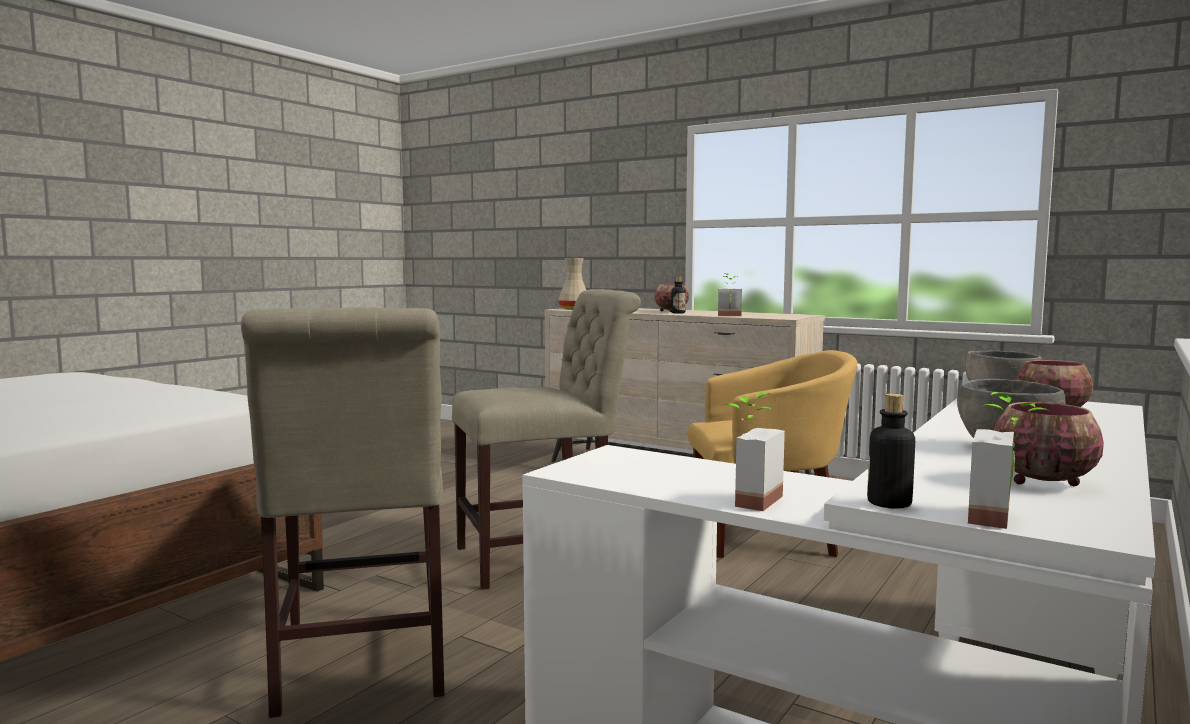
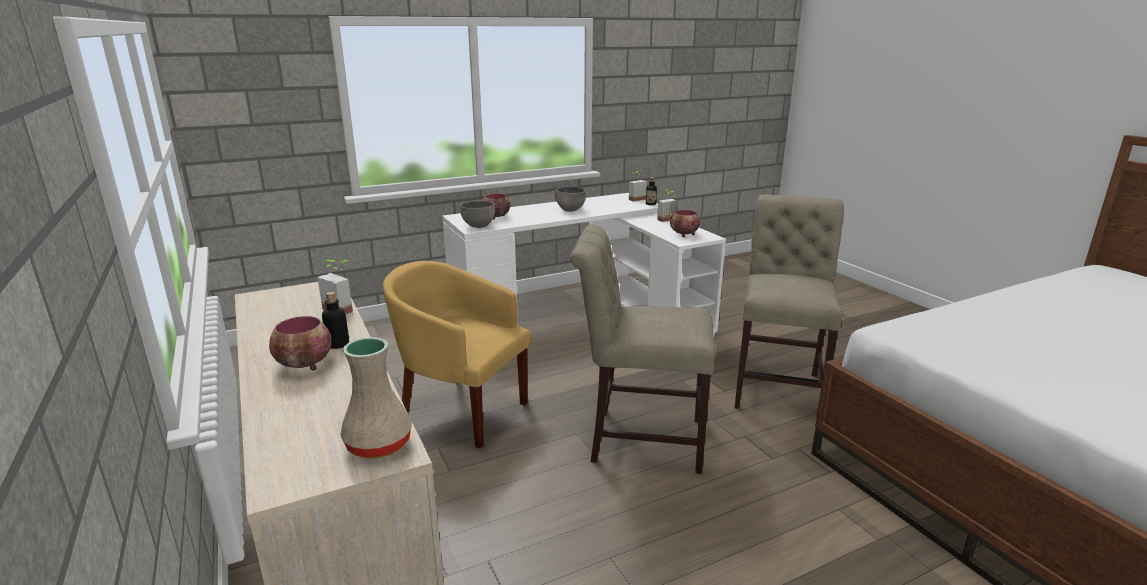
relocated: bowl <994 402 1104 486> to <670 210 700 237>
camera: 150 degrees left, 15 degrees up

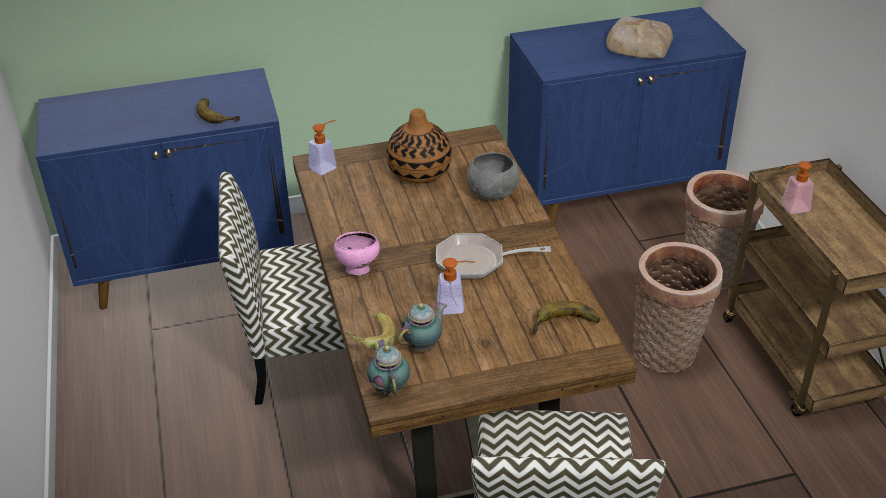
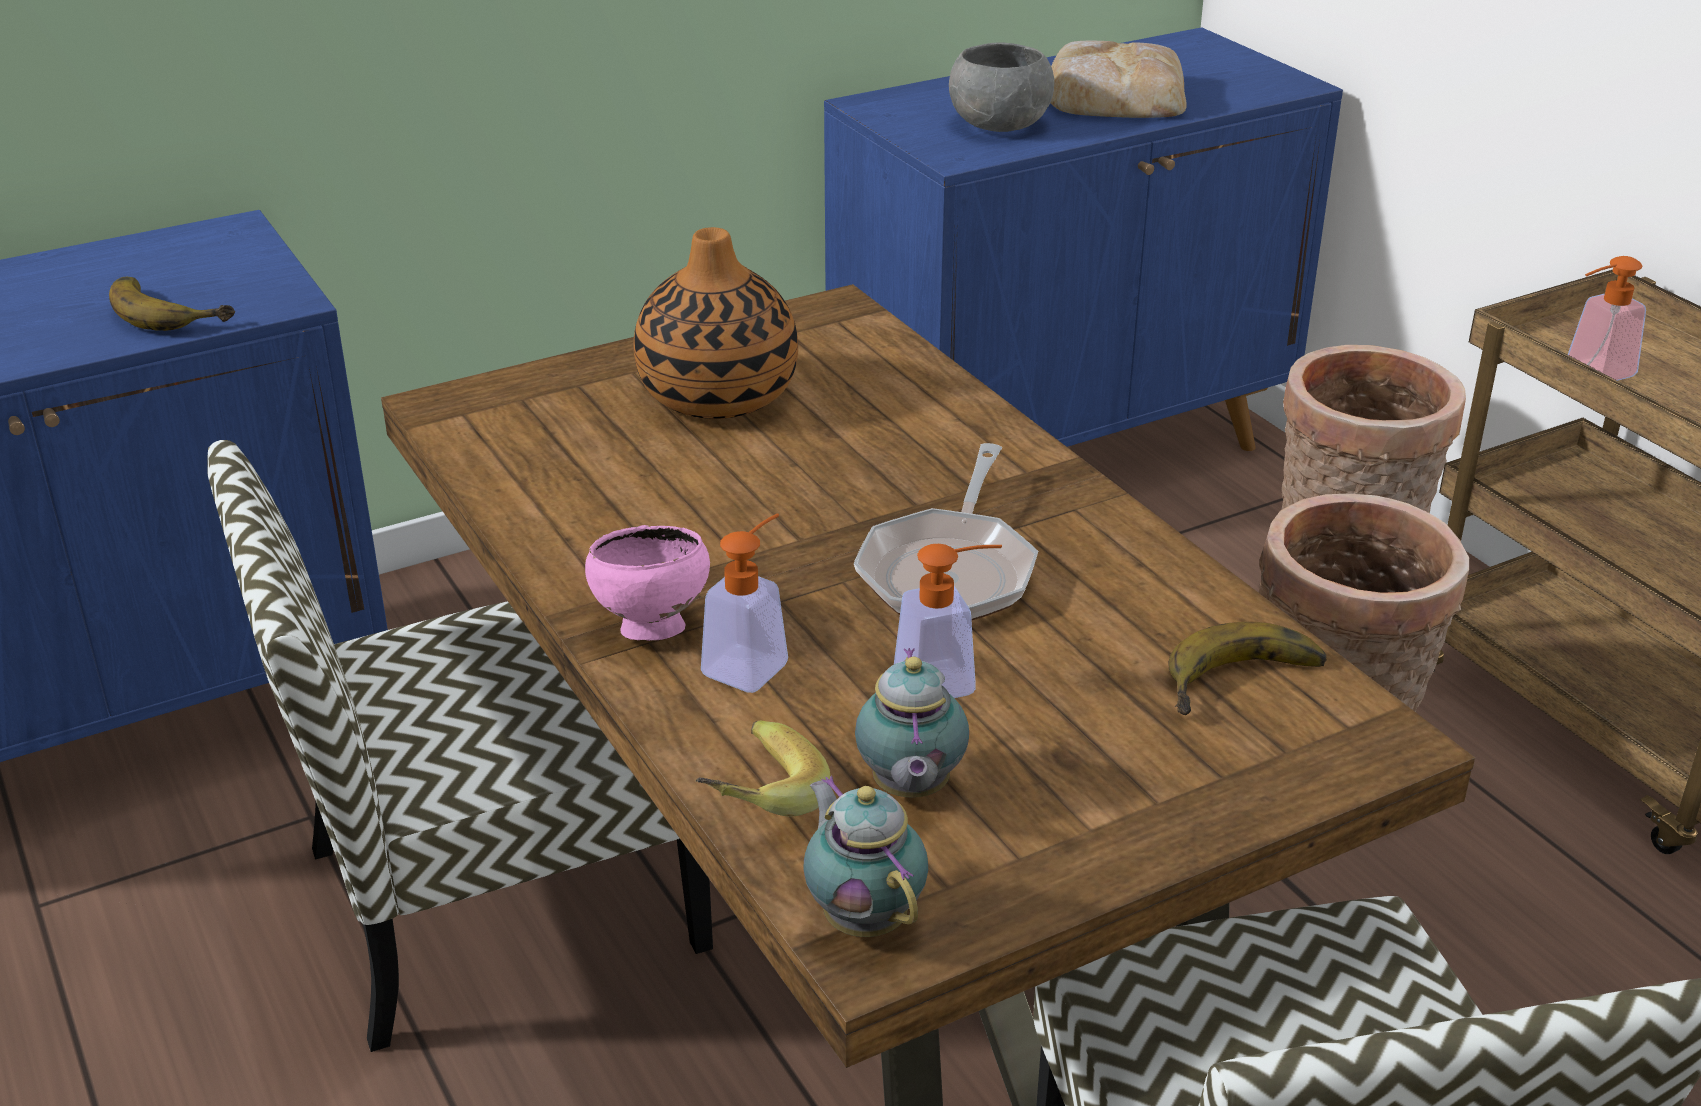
relocated: soap_dispenser <309 120 337 175> to <701 514 788 693>; greyish_bowl <467 152 520 200> to <949 42 1054 132>
spun: frying_pan <436 233 551 279> = <854 443 1038 621> 60 degrees counterclockwise; teapot <398 302 447 352> = <855 648 969 798> 150 degrees clockwise
camera: 15 degrees left, 5 degrees down

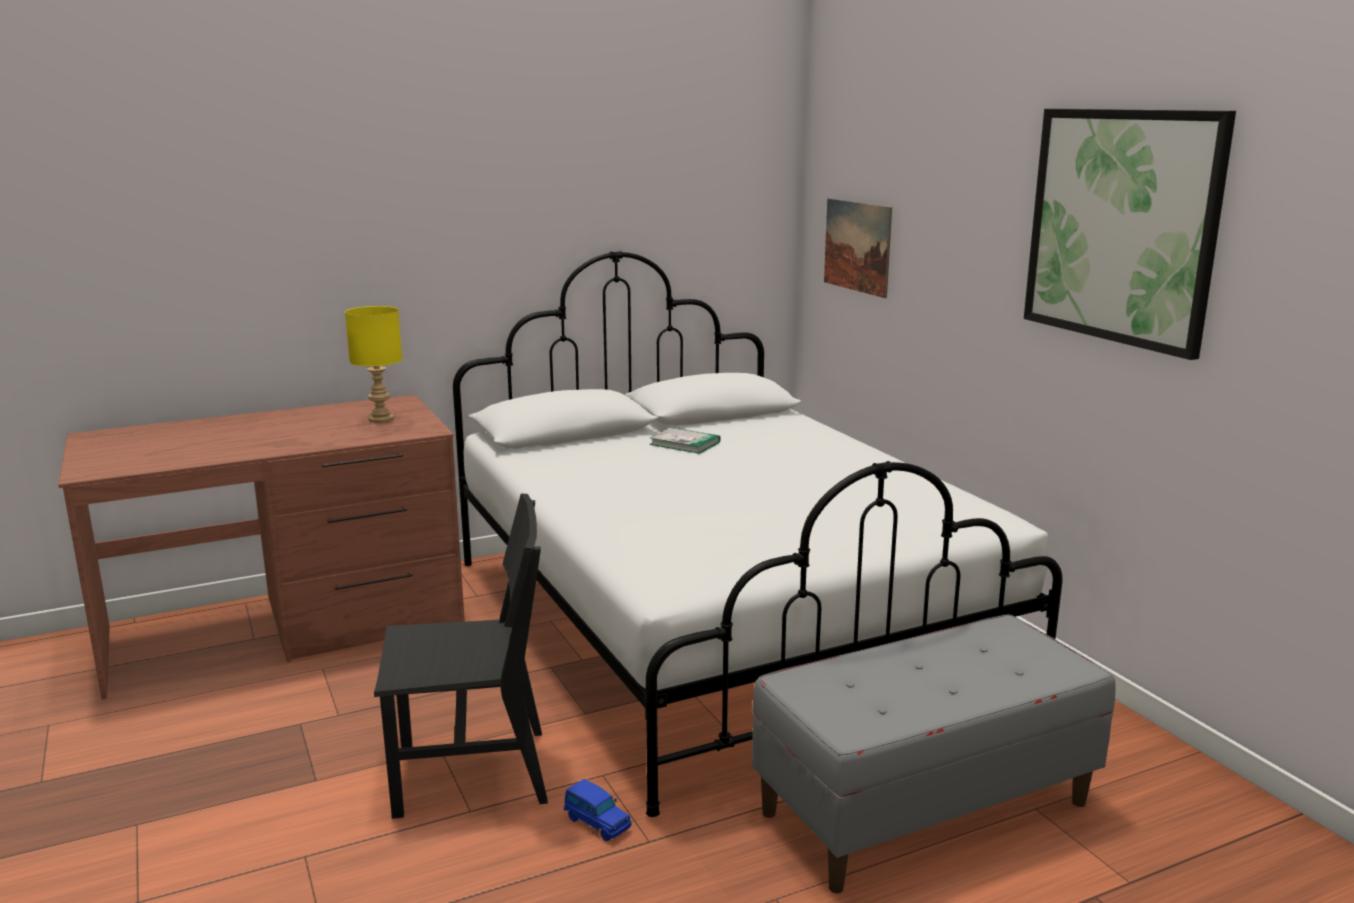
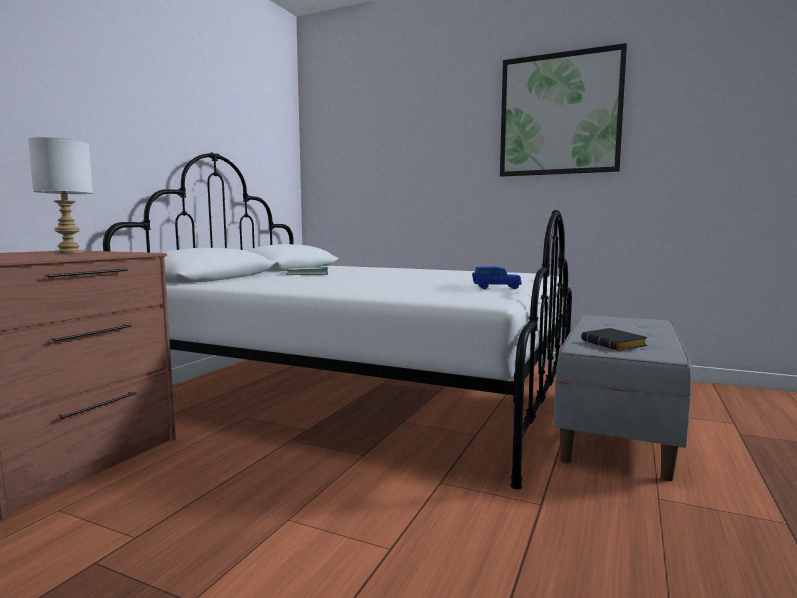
missing: wall_picture <824 198 892 298>; black-coloured_plain_chair <374 493 548 819>
appeared: black-coloured_volume <581 328 647 351>
relocated: bluish_miniature_car <564 779 632 841> to <472 266 522 289>
colour: yellowish_tabletop_lamp <345 306 402 423> to white-coloured_tabletop_lamp <28 137 93 254>
camera: 40 degrees left, 10 degrees down

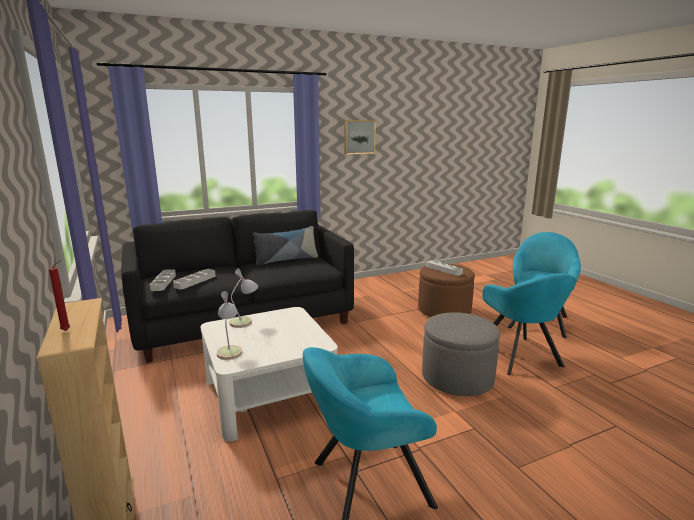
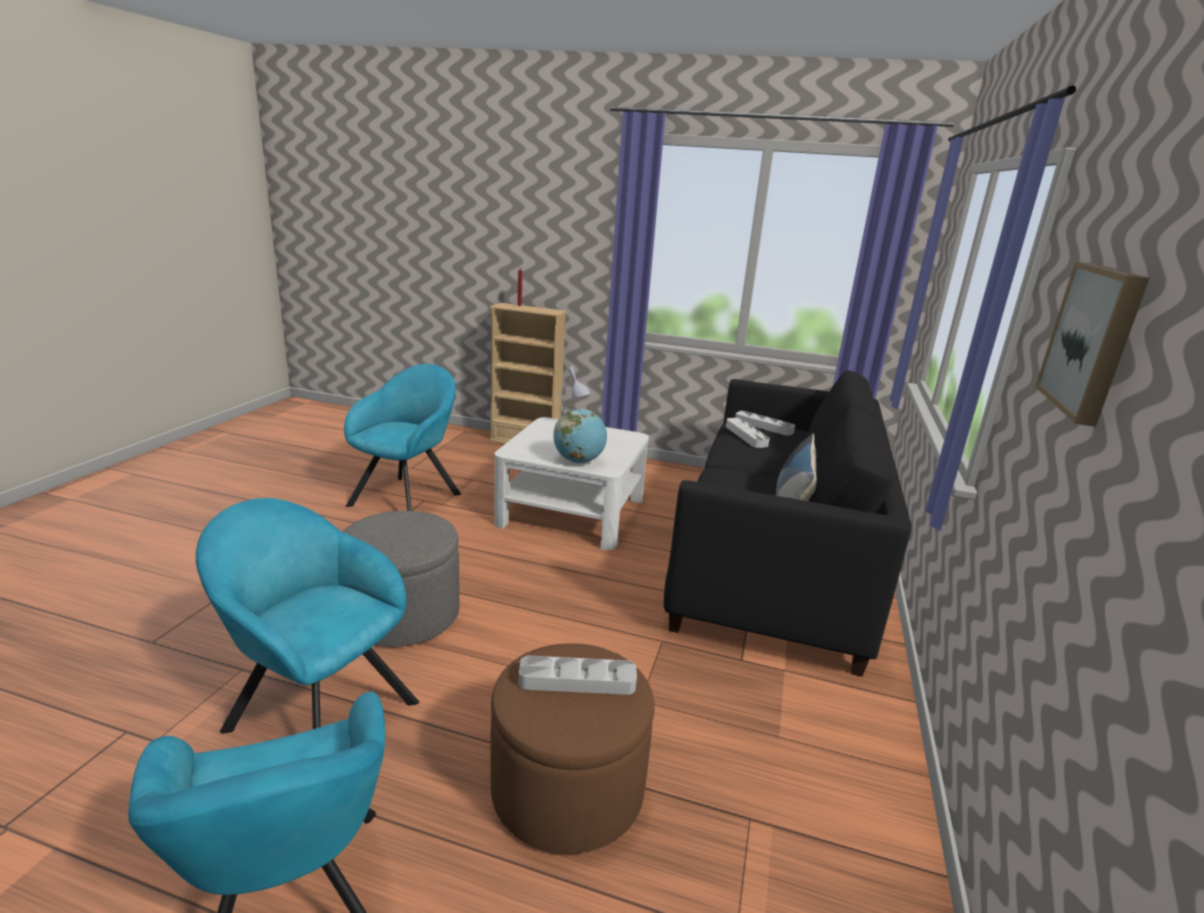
missing: tabletop_lamp <230 268 258 328>
appeared: globe <553 409 607 463>
camera: 130 degrees right, 5 degrees up

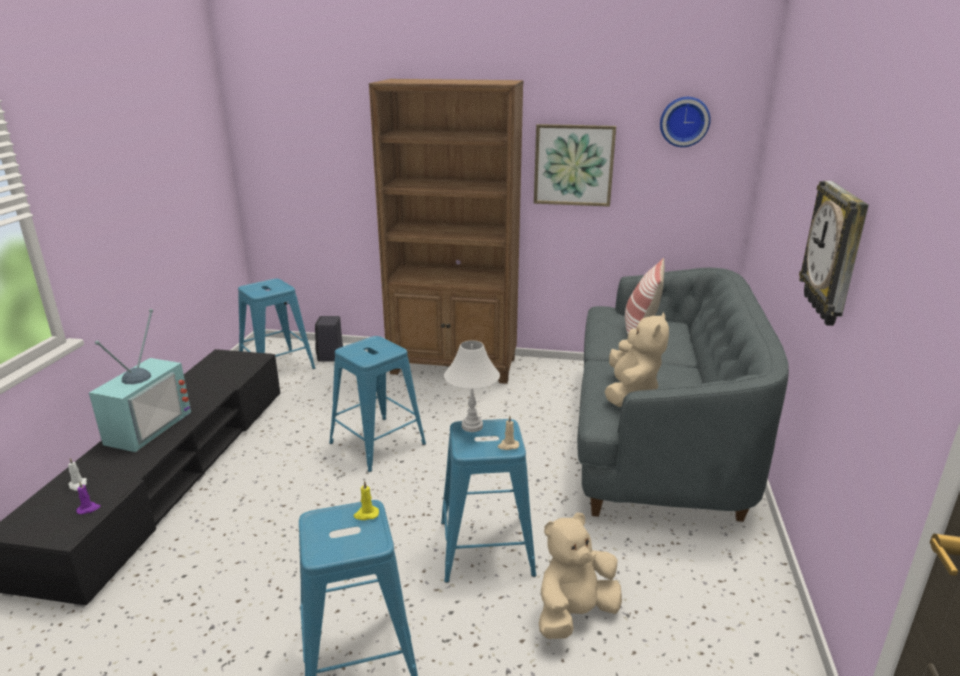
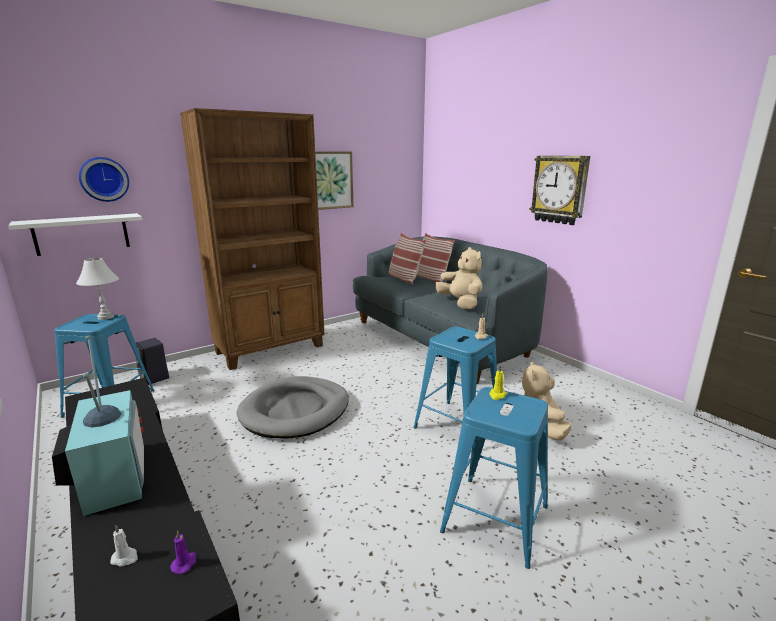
appeared: white-coloured_bracket_shelf <9 213 142 256>; throw_pillow <416 233 455 282>
relocated: wall_clock <660 97 711 147> to <79 157 129 202>; white-coloured_tabletop_lamp <444 340 500 432> to <76 258 119 320>
exchanged: bluish_stool <329 336 426 472> to greyish_pet_bed <237 376 349 439>
camera: 45 degrees left, 5 degrees down

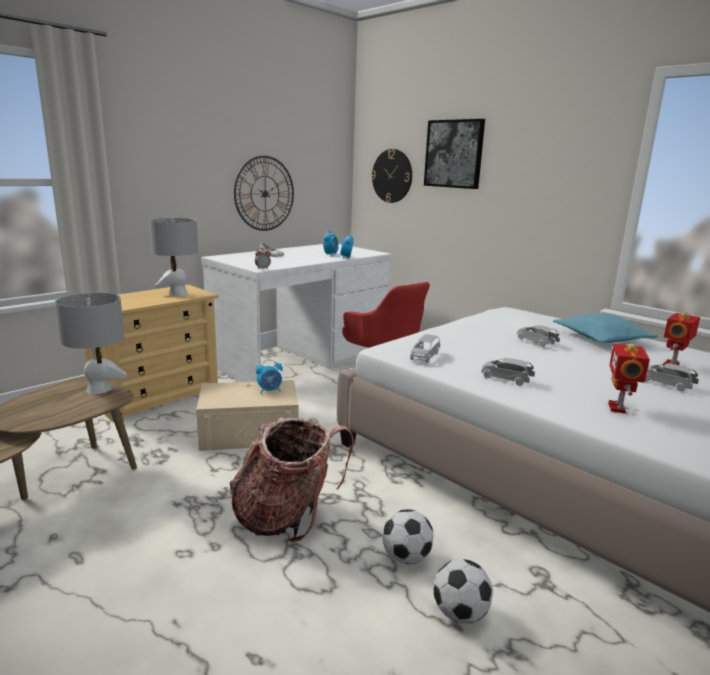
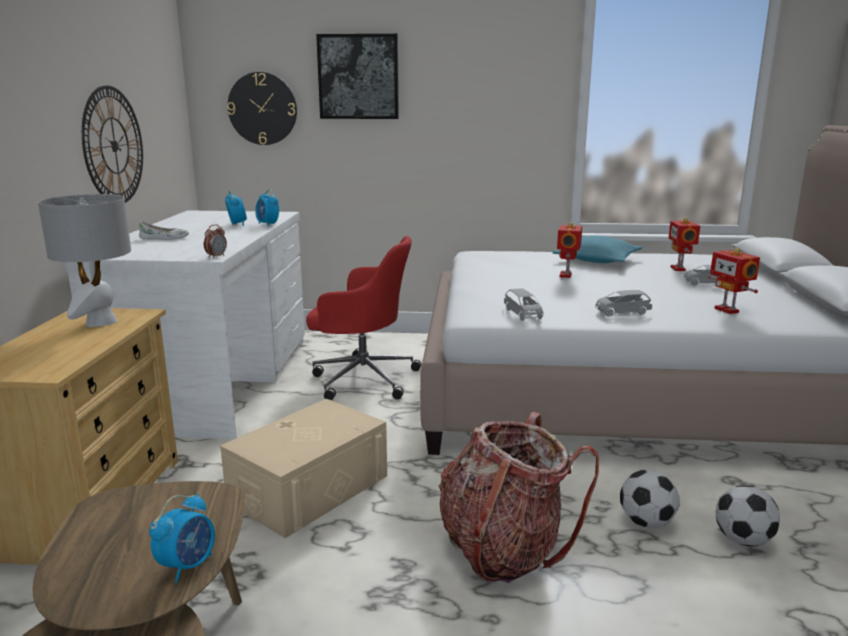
missing: greyish_tabletop_lamp <55 292 127 395>
relocated: bedside_clock <256 359 283 394> to <149 494 215 583>
exchanged: greyish_miniature_car <517 325 560 347> to toy_robot <557 222 582 278>
camera: 40 degrees left, 0 degrees up

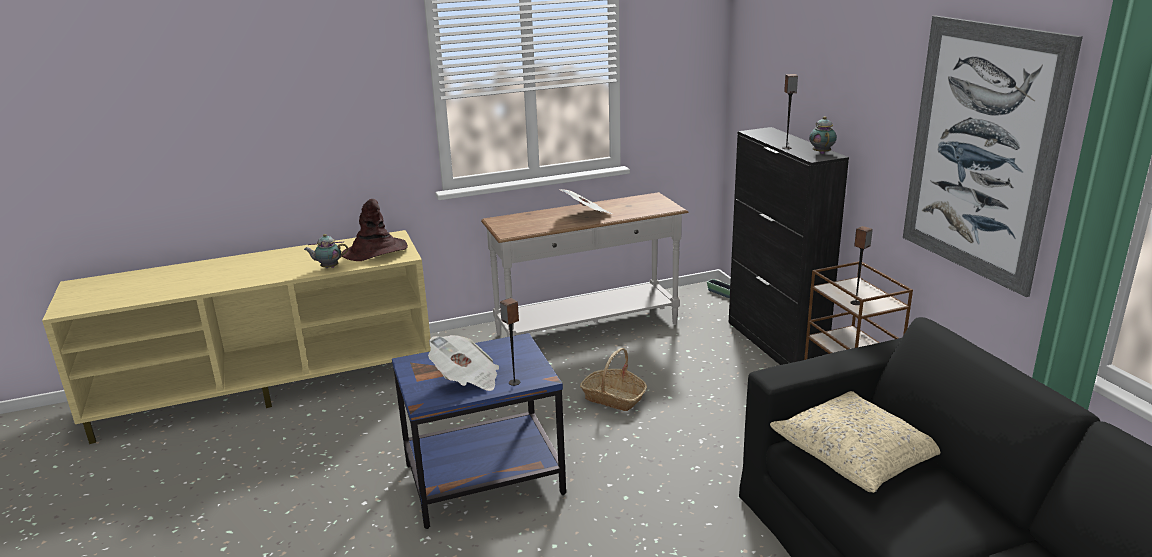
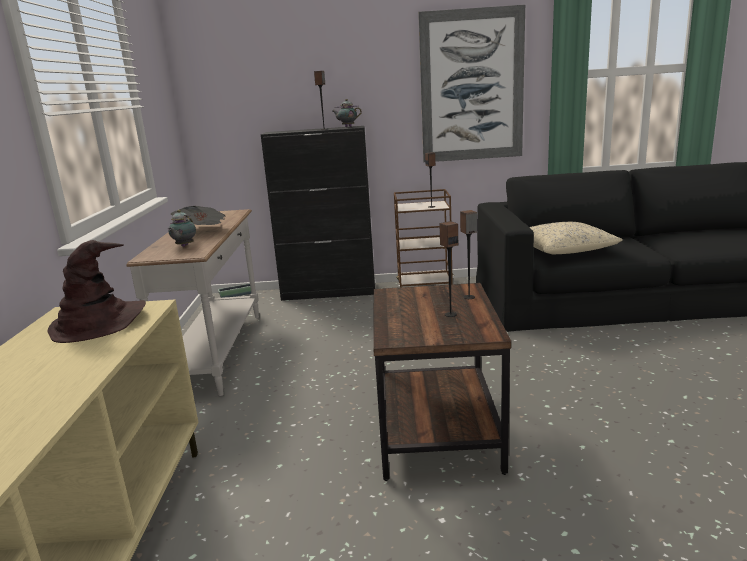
missing: storage_basket <580 348 647 411>
relocated: teapot <304 234 348 268> to <168 210 196 247>
exchanged: printed_paper <428 335 499 391> to audio_speaker <439 221 458 317>
colour: bluish_end_table <392 333 566 529> to brown-coloured_end_table <373 283 511 481>
camera: 70 degrees left, 5 degrees down

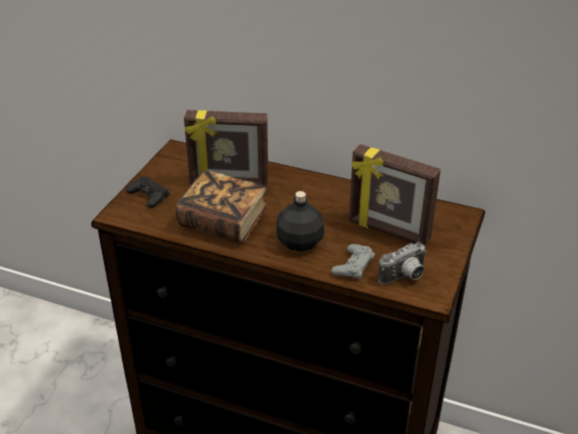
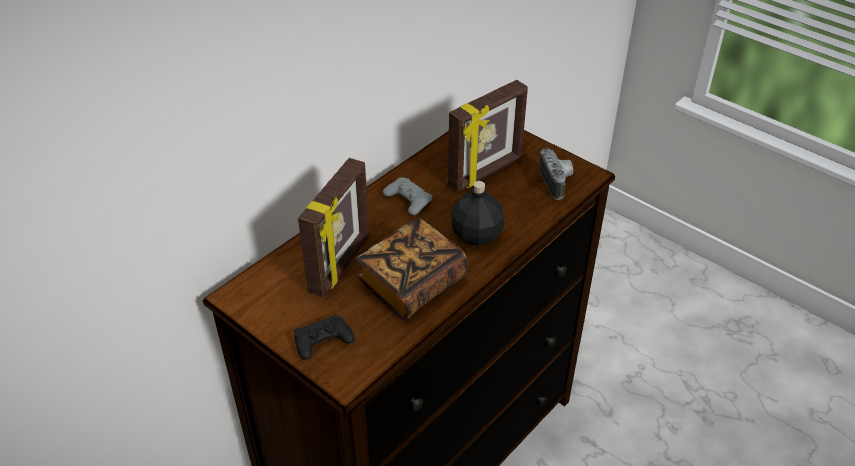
relocated: greyish_gamepad <331 244 375 280> to <383 177 433 215>
camera: 70 degrees left, 5 degrees up

